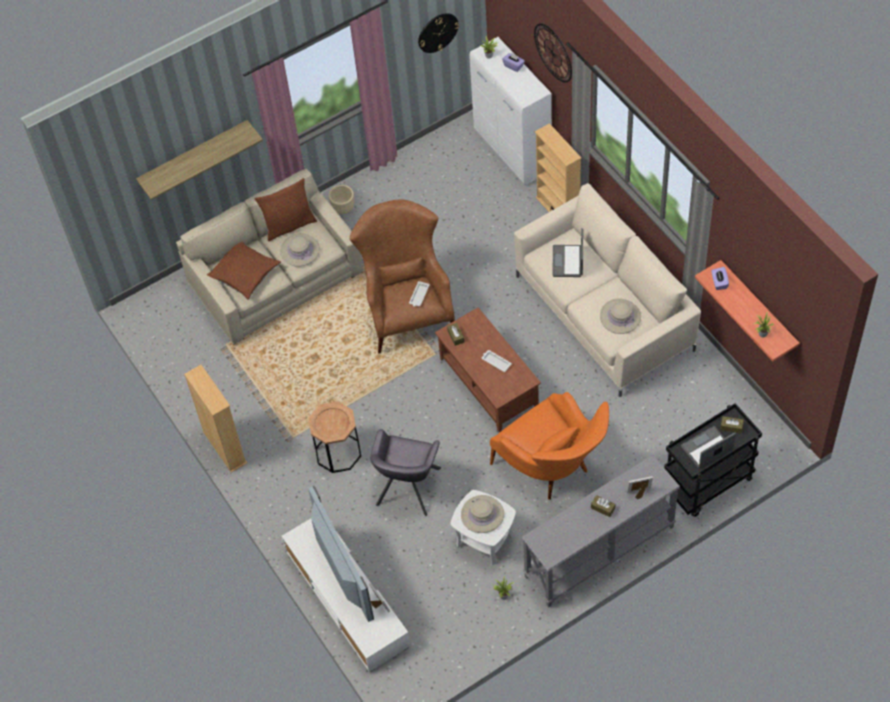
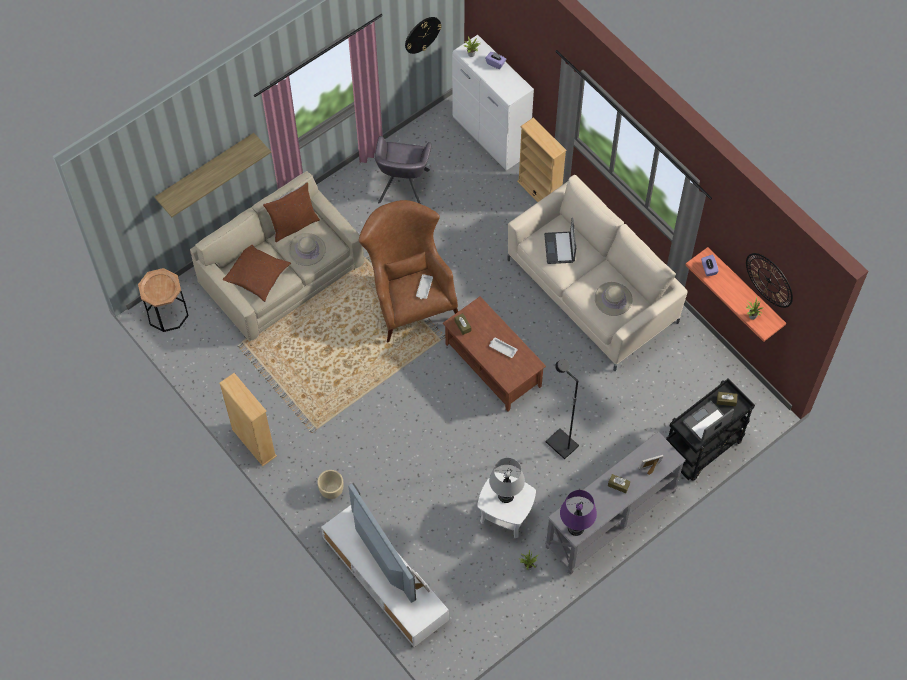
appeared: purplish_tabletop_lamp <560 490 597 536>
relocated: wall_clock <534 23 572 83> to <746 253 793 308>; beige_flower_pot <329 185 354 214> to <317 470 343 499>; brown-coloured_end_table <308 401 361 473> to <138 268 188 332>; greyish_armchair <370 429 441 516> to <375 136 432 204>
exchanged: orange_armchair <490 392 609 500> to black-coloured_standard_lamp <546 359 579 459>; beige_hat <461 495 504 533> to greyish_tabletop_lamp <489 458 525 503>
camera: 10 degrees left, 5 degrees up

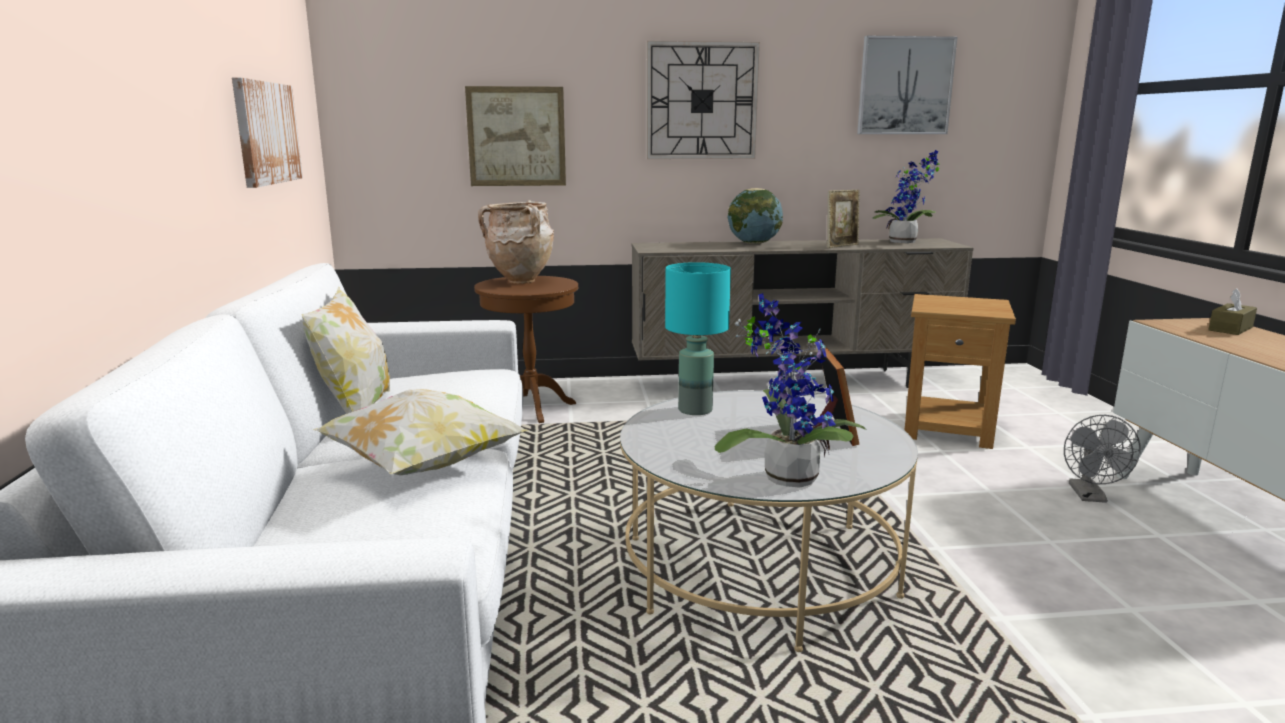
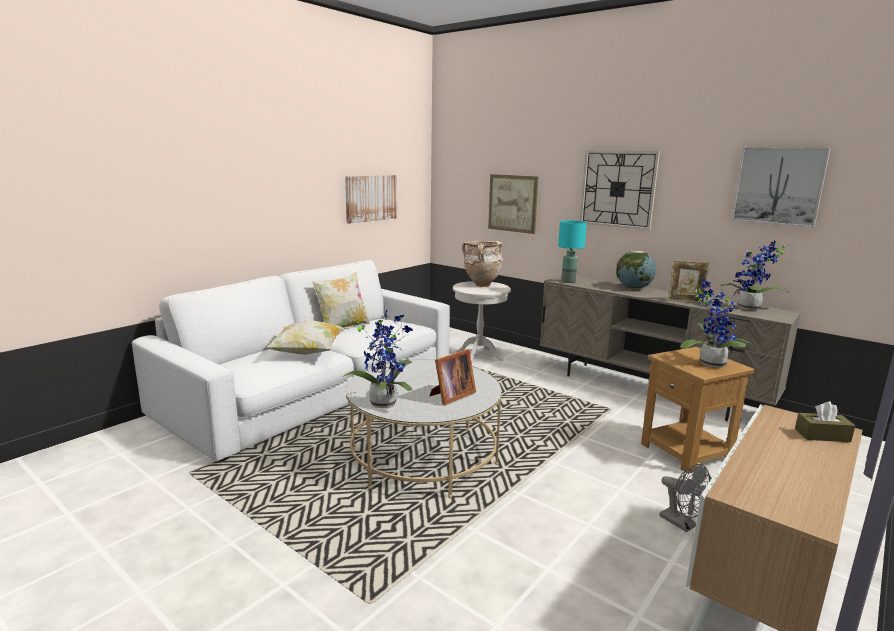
appeared: plant_in_a_pot <680 278 751 368>
relocated: blue-green_tabletop_lamp <665 262 731 415> to <558 220 587 283>
colour: brown-coloured_end_table <474 276 578 423> to white-coloured_end_table <453 281 511 363>
spun: greyish_cooling_fan <1064 415 1141 503> = <659 464 712 532> 90 degrees counterclockwise
camera: 45 degrees right, 0 degrees up

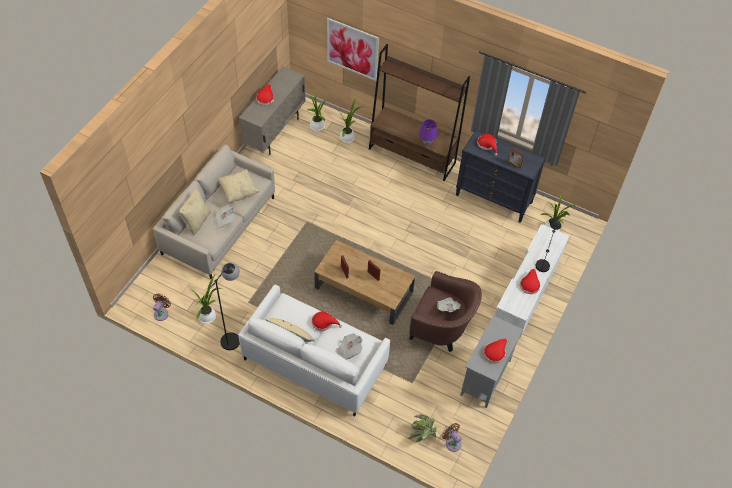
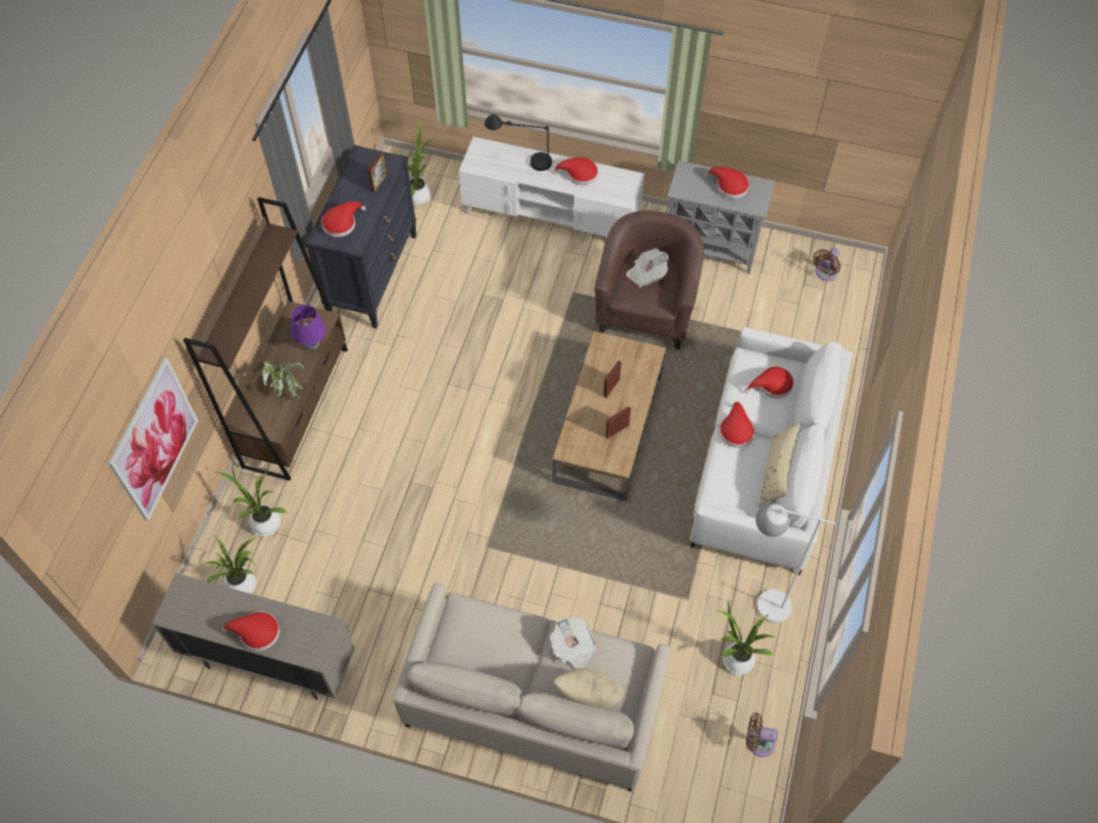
missing: beige_throw_pillow <218 169 260 203>
relocated: plant_in_a_pot <408 415 437 442> to <262 361 306 400>
exchanged: printed_paper <336 333 363 360> to reddish_hat <744 367 794 398>
colour: black-coloured_standard_lamp <211 262 240 350> to white-coloured_standard_lamp <756 503 836 623>
camera: 100 degrees left, 5 degrees up

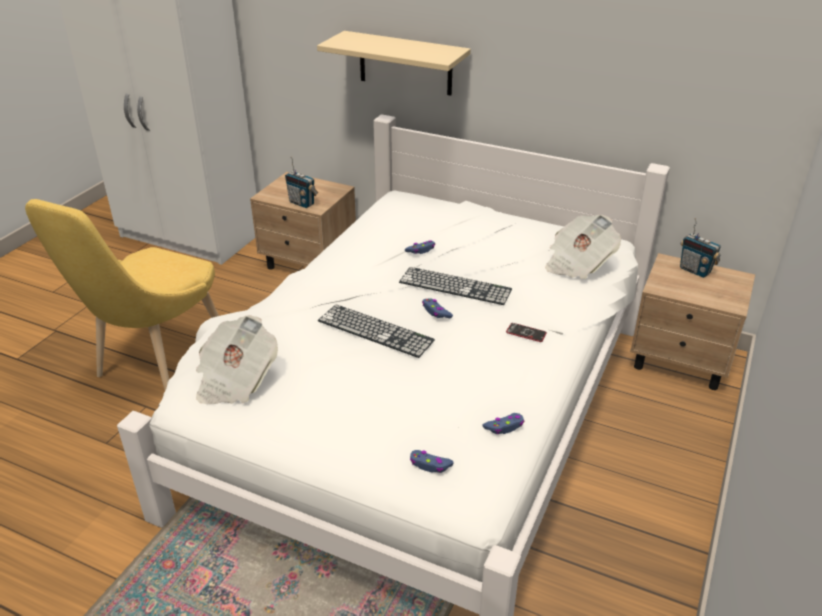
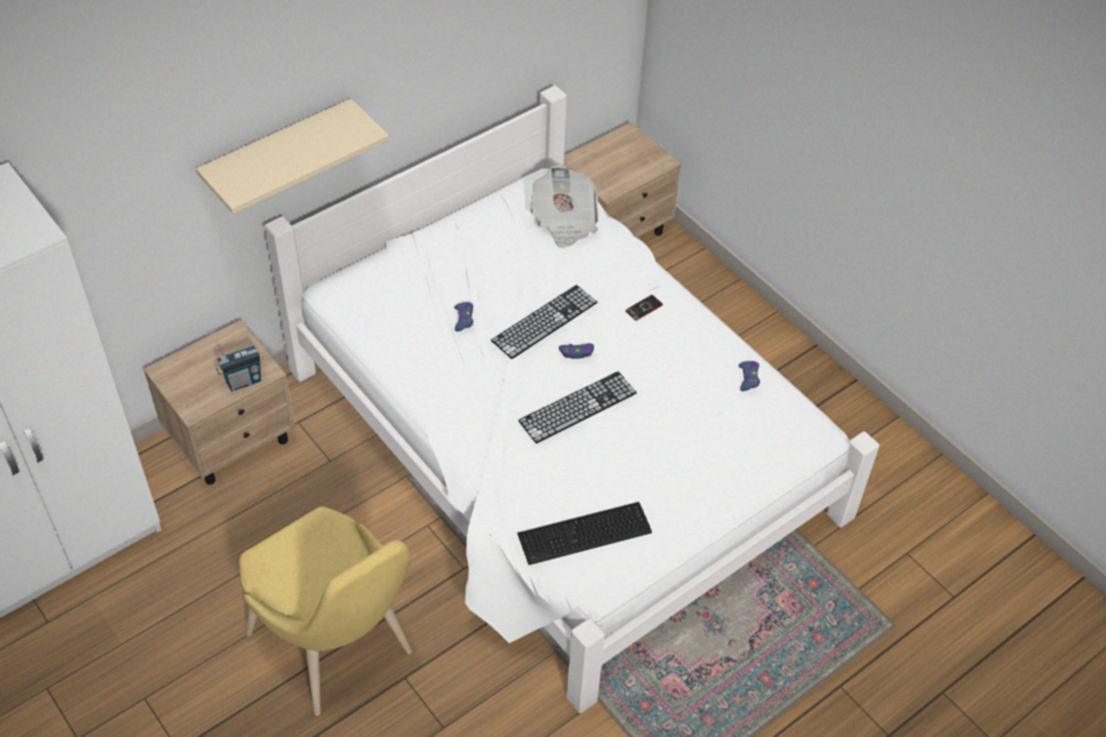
missing: radio <680 218 721 278>; bluish_gamepad <410 450 454 473>
exchanged: printed_paper <196 315 278 404> to computer_keyboard <517 502 652 565>
camera: 65 degrees left, 15 degrees up

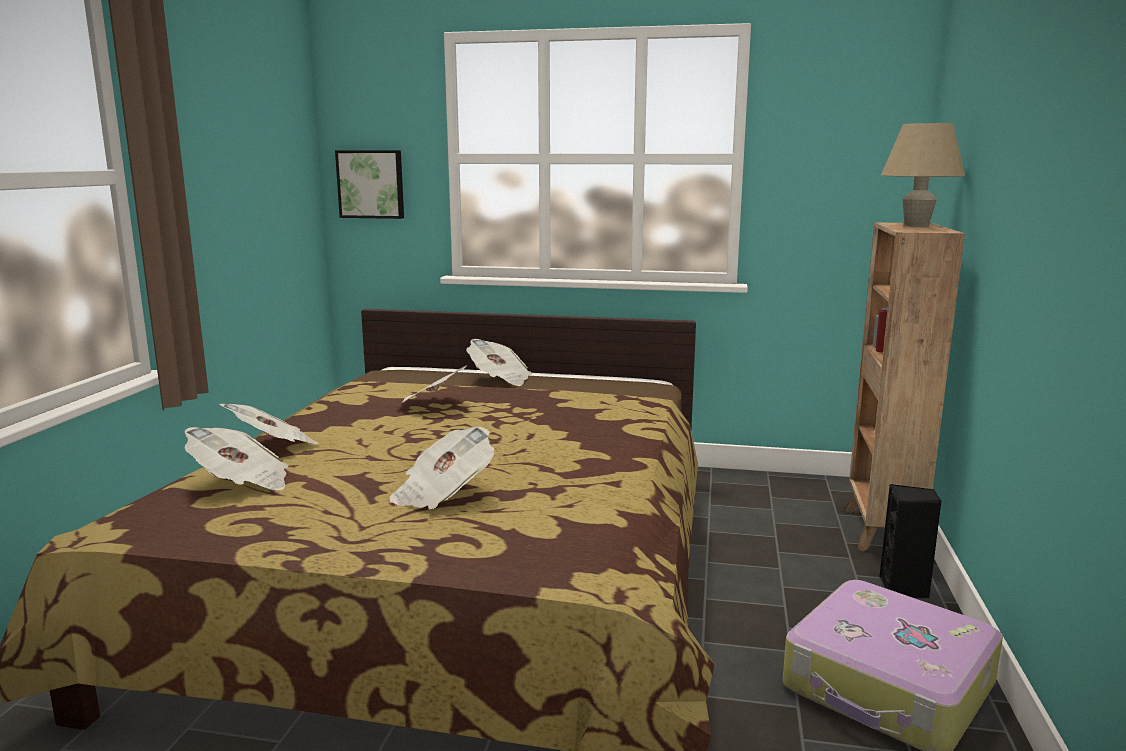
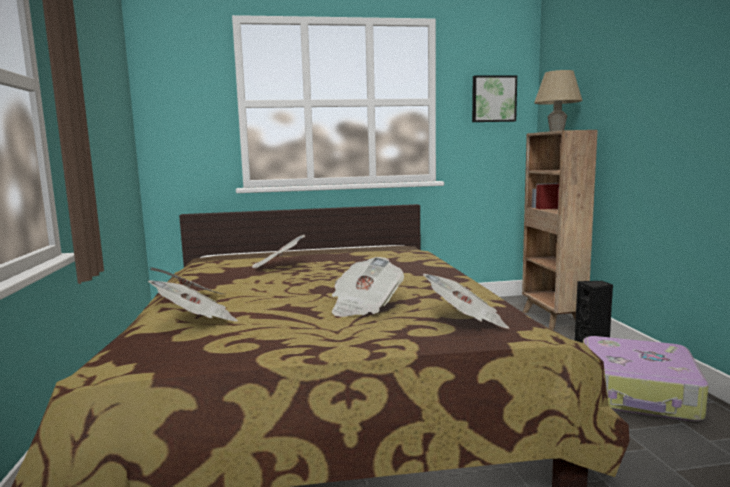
relocated: wall_picture <335 150 404 219> to <472 75 517 122>; printed_paper <467 339 532 386> to <423 274 510 329>
camera: 20 degrees left, 5 degrees down

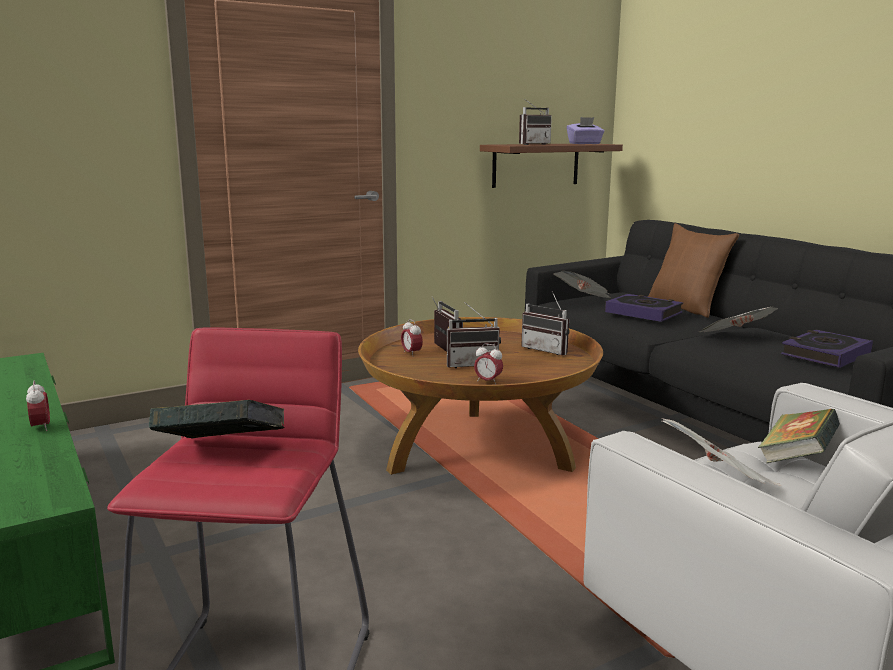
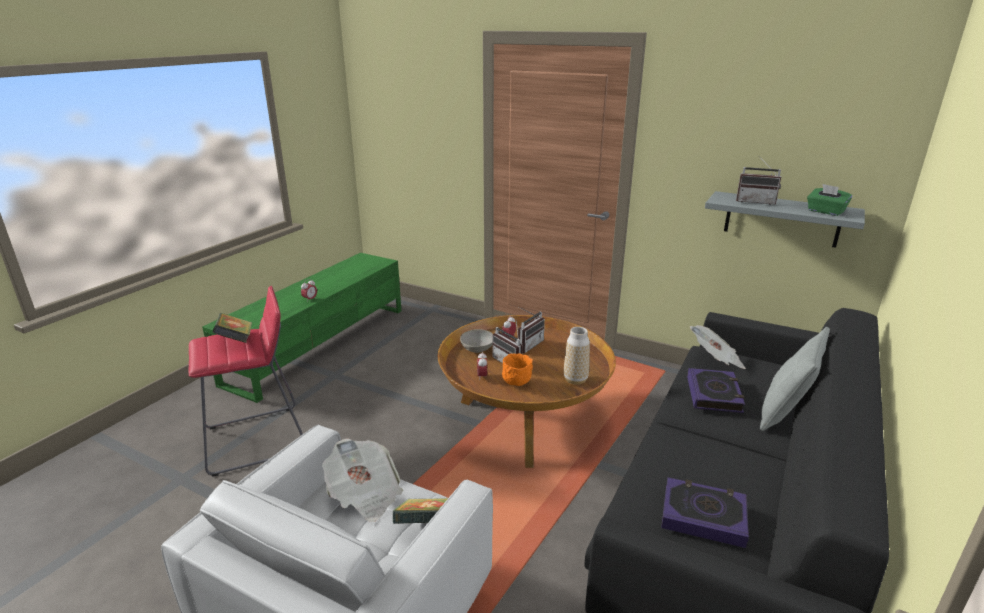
missing: printed_paper <699 306 778 332>
appeared: greyish_bowl <460 329 493 353>; orange_bowl <502 353 533 386>
exchanged: radio <521 291 570 355> to vase <564 327 590 385>
colour: purplish_box_of_tissues <567 117 605 144> to green-coloured_box_of_tissues <807 184 852 216>; brown-coloured_bracket_shelf <480 144 623 188> to greyish_bracket_shelf <705 191 865 248>; brown-coloured_throw_pillow <648 223 739 318> to greyish_throw_pillow <760 327 830 431>
camera: 60 degrees right, 10 degrees up

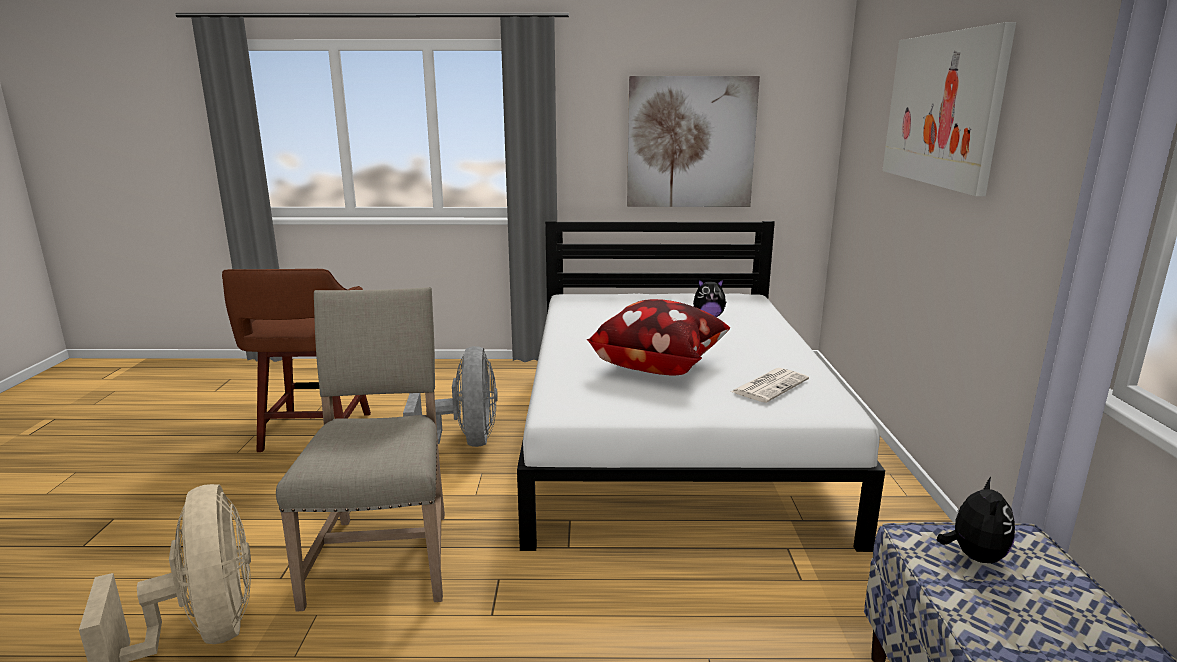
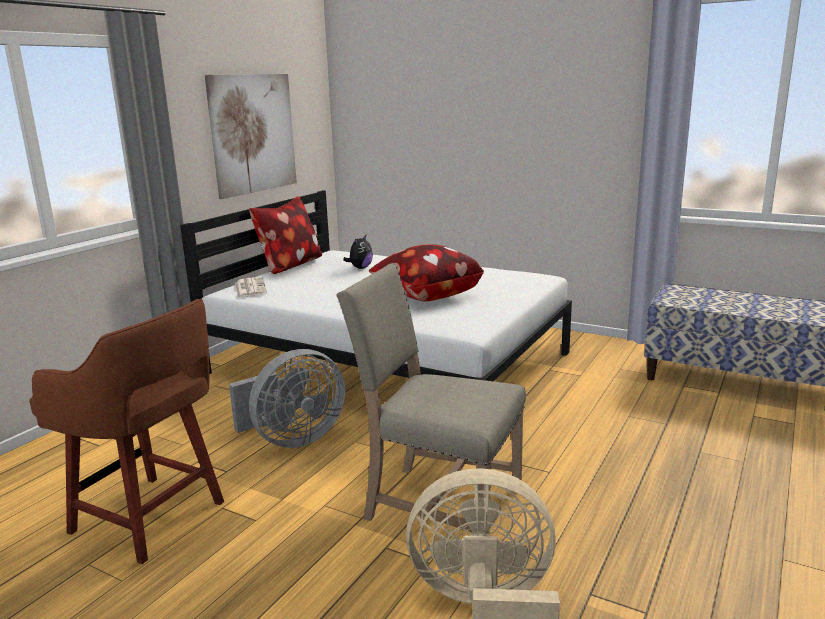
missing: wall_picture <882 22 1016 196>; soft_toy <936 477 1015 563>
appeared: throw_pillow <249 196 322 274>
relocated: printed_paper <731 368 809 403> to <235 277 267 298>
spun: greyish_cooling_fan <403 346 498 447> = <229 349 345 448> 120 degrees clockwise
camera: 60 degrees left, 0 degrees up

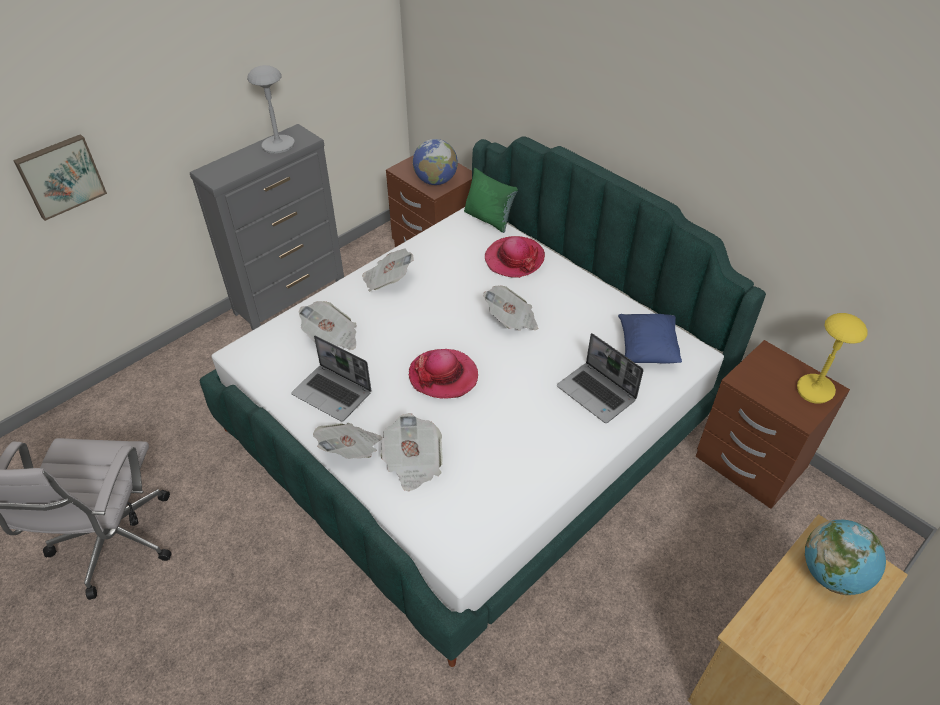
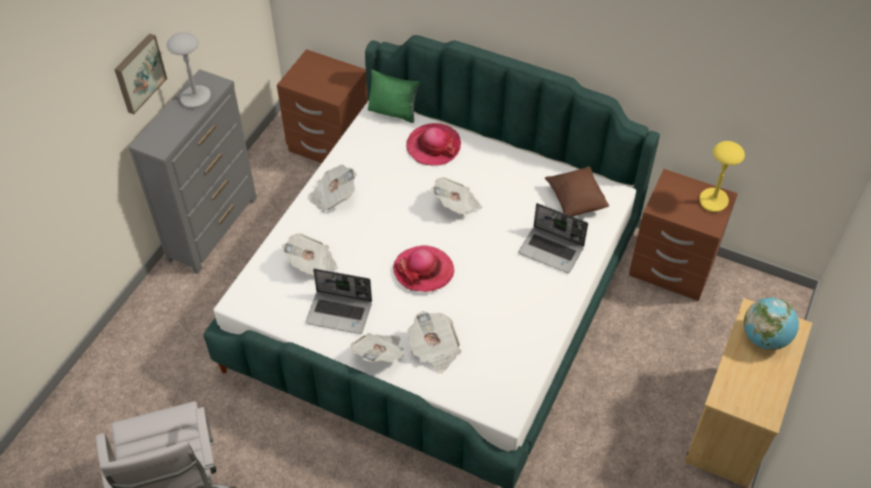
missing: globe <413 139 458 185>
relocated: wall_picture <13 134 107 221> to <114 34 167 114>
colour: bluish_throw_pillow <618 314 682 364> to brown-coloured_throw_pillow <545 167 609 217>
camera: 20 degrees left, 5 degrees up

